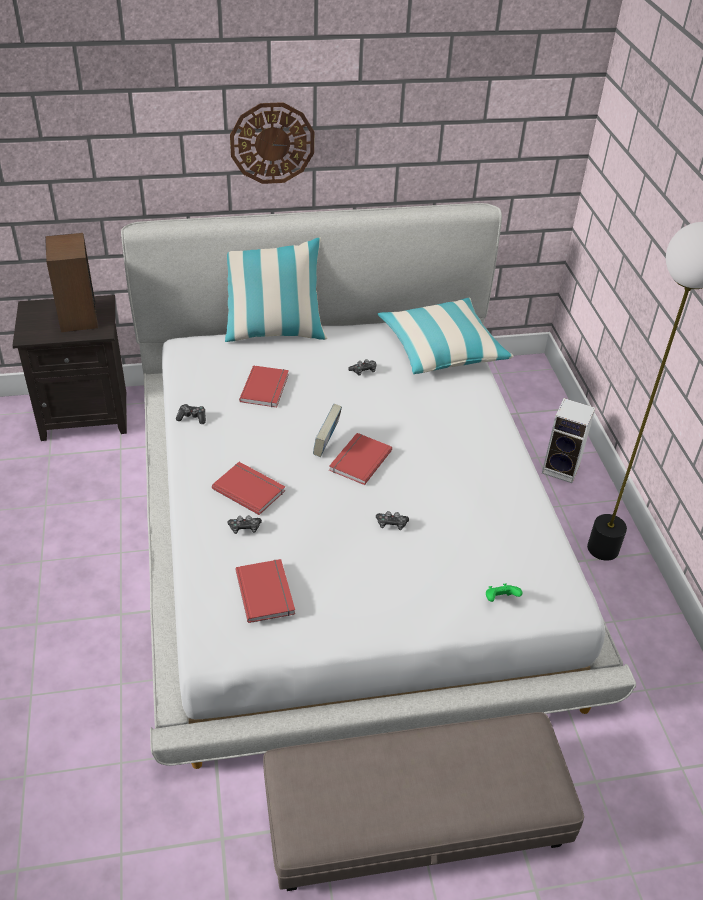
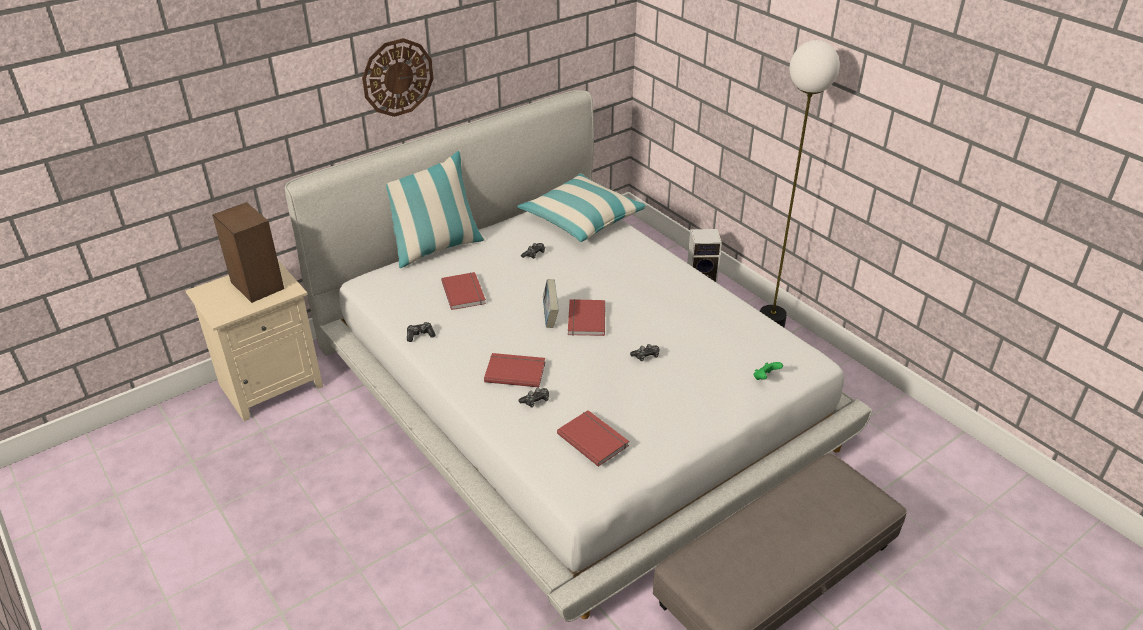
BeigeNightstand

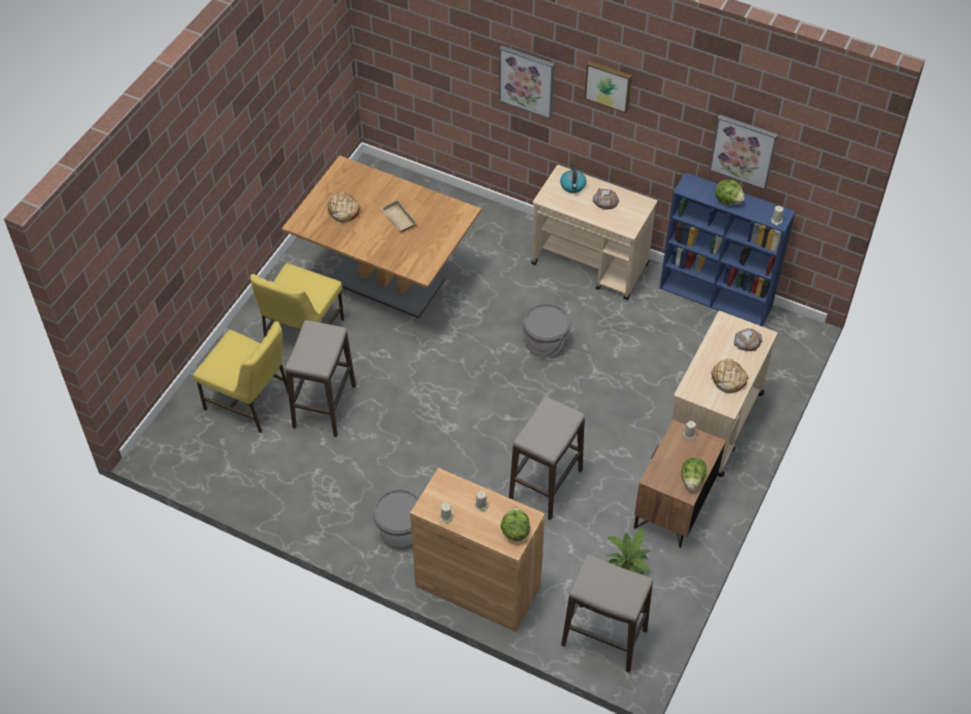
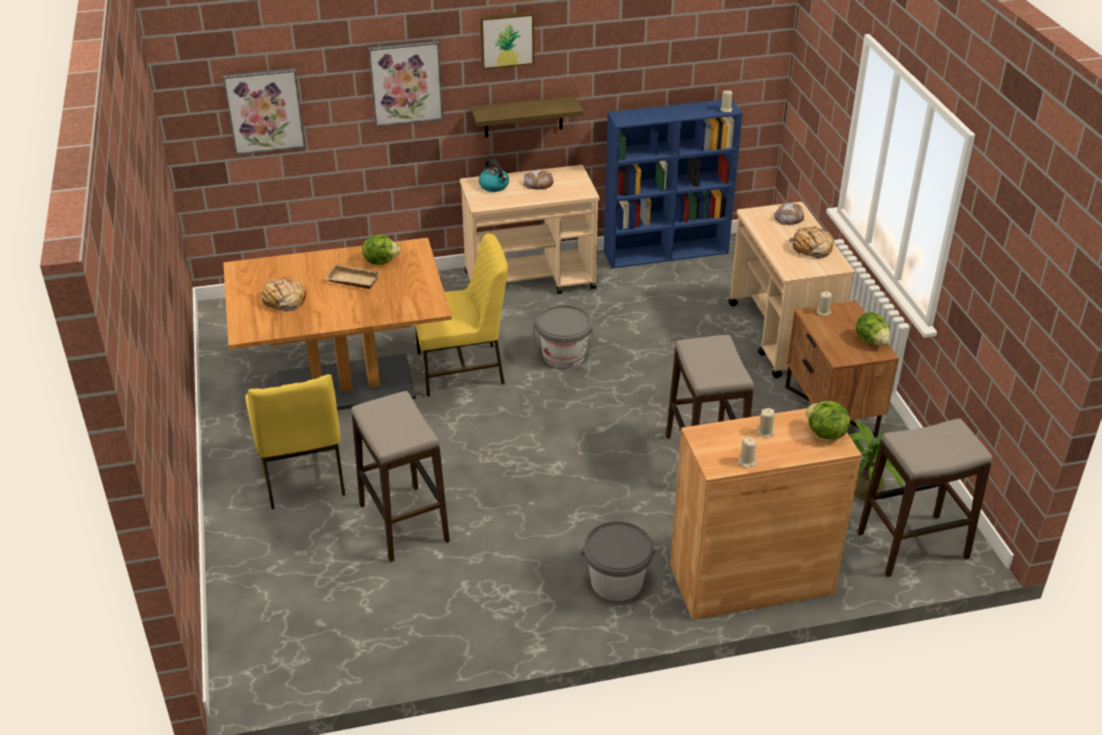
Shelf
YellowChair (2nd from left)
Picture (1st from left)
Lettuce (1st from left)

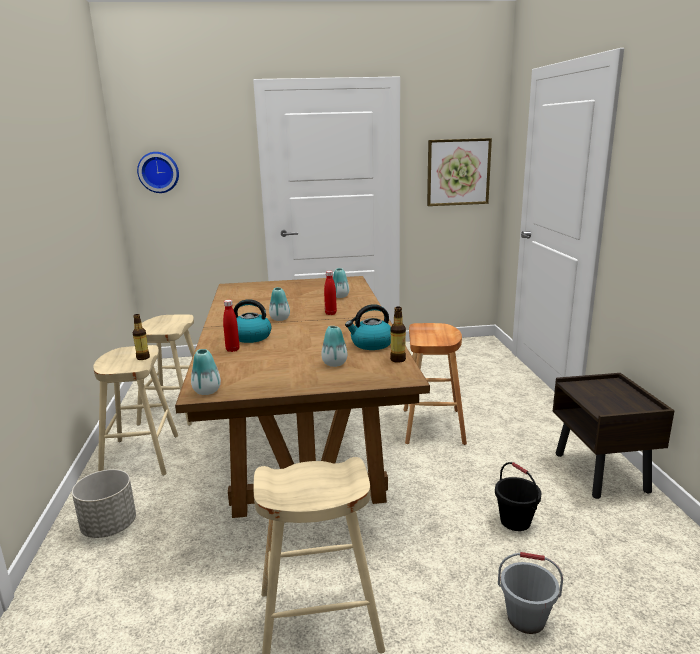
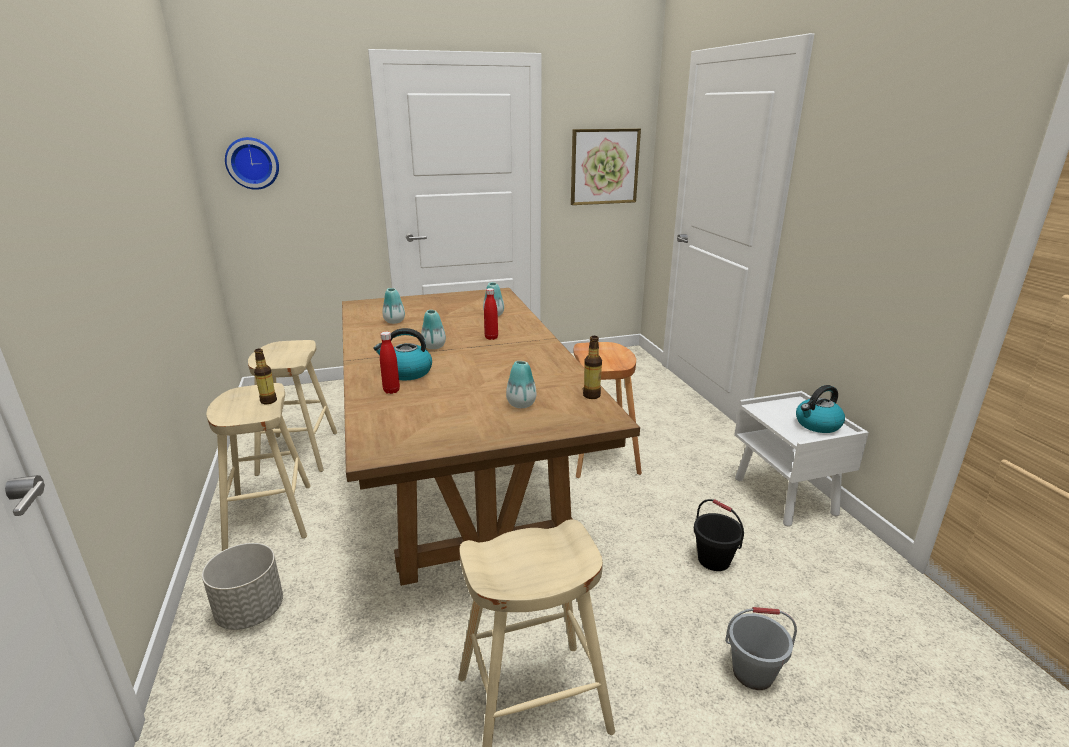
Vase (1st from left)
Kettle (2nd from left)
WhiteNightstand

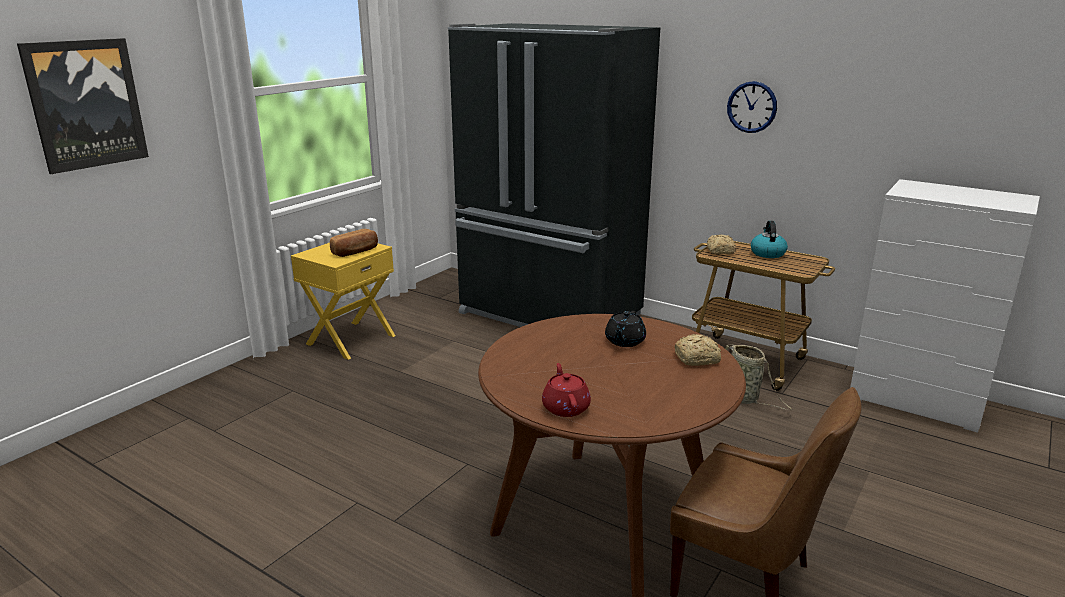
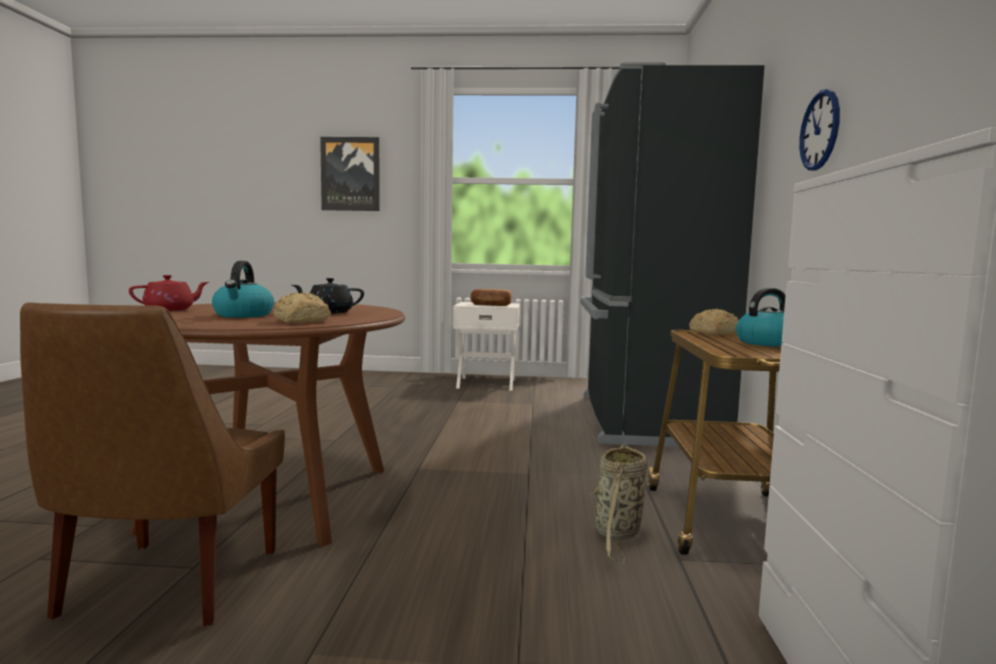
Kettle (1st from left)
WhiteNightstand

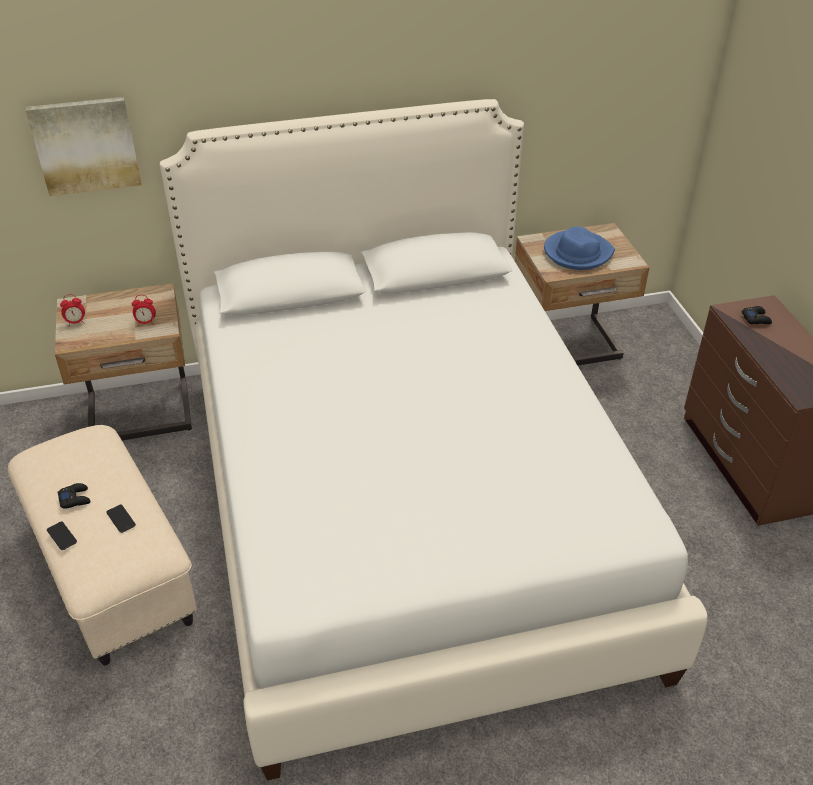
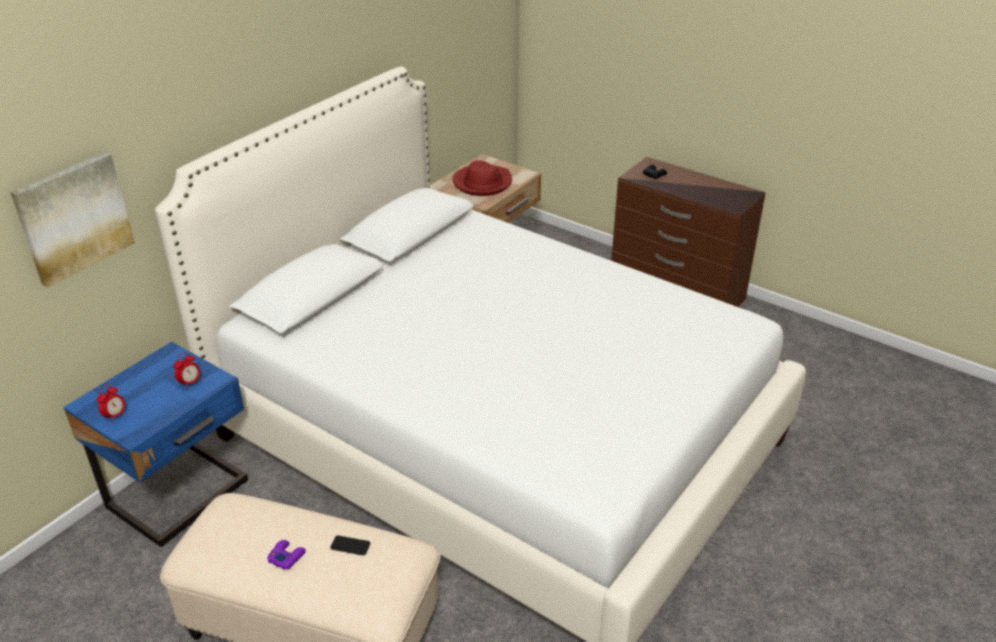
Phone (1st from left in the first image)
BlueNightstand
PurpleGameController
RedHat

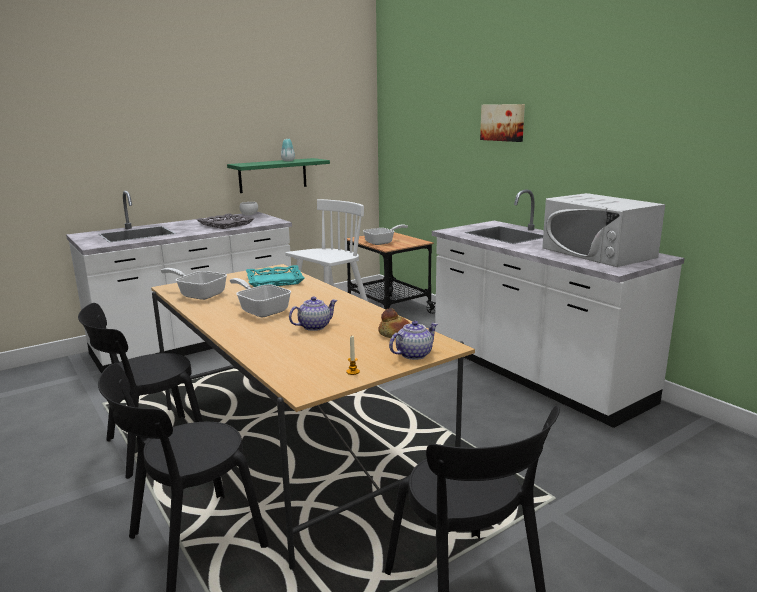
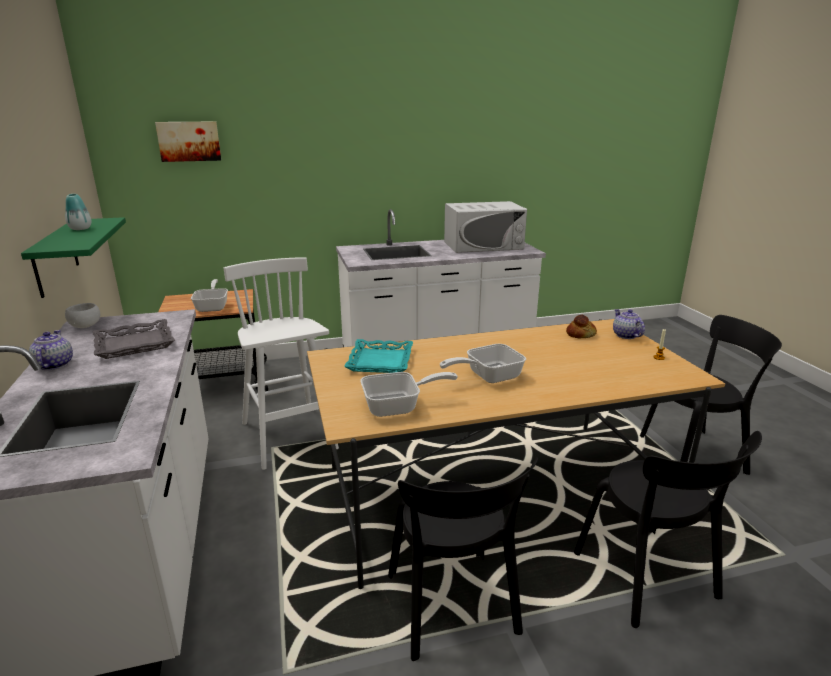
Teapot (1st from left)
Picture
FryingPan (2nd from left)

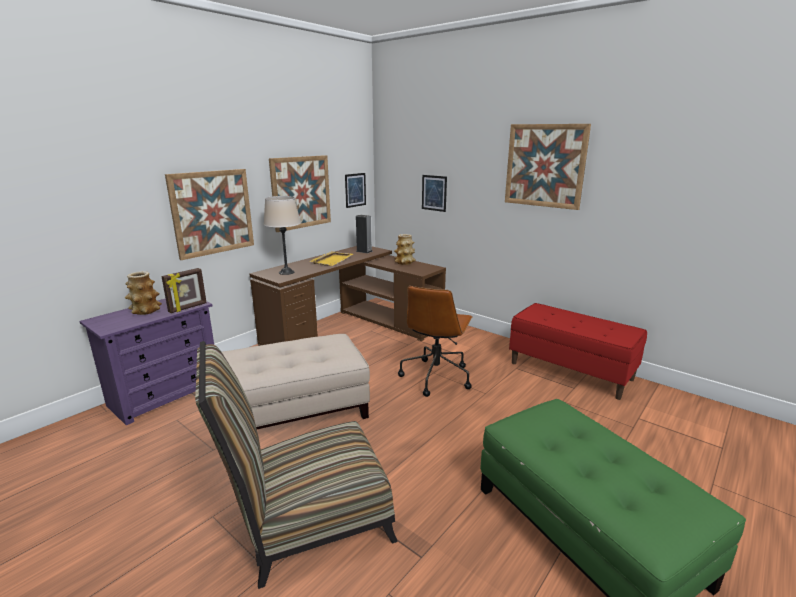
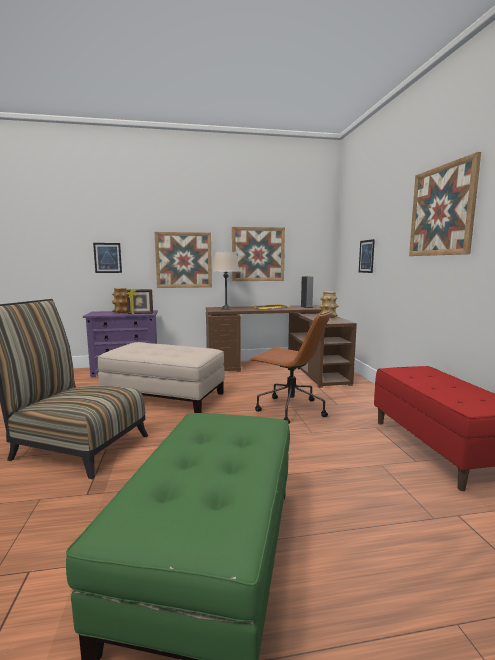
Picture (1st from left)
BrownOfficeChair

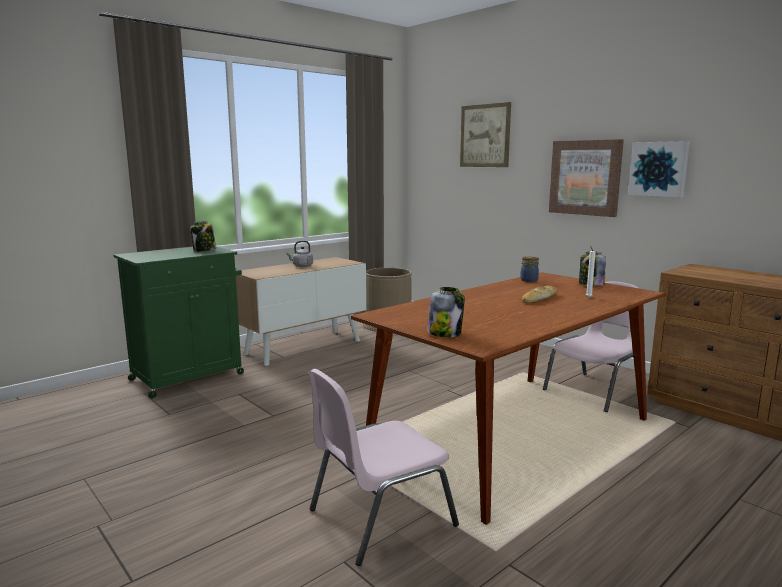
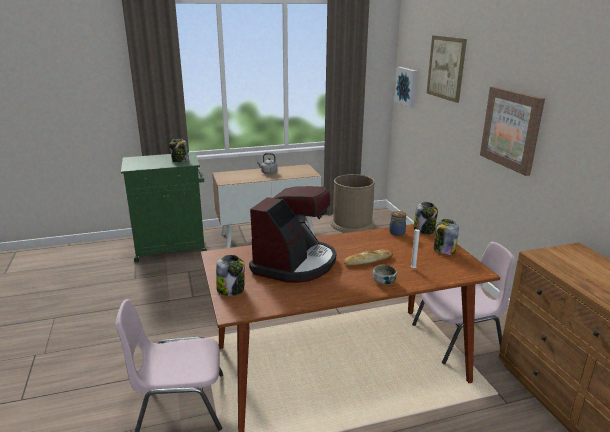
CoffeeMachine
Bowl
Jar (4th from left)
Picture (1st from left)

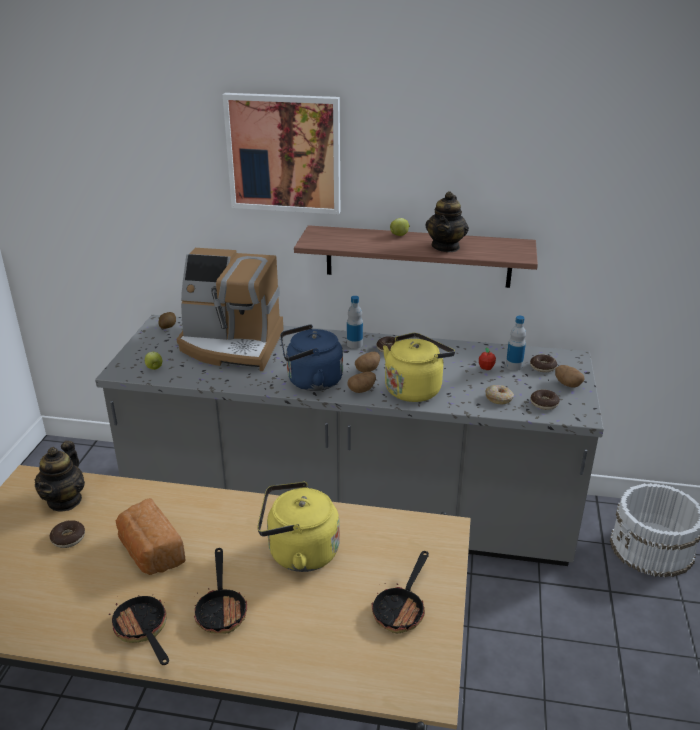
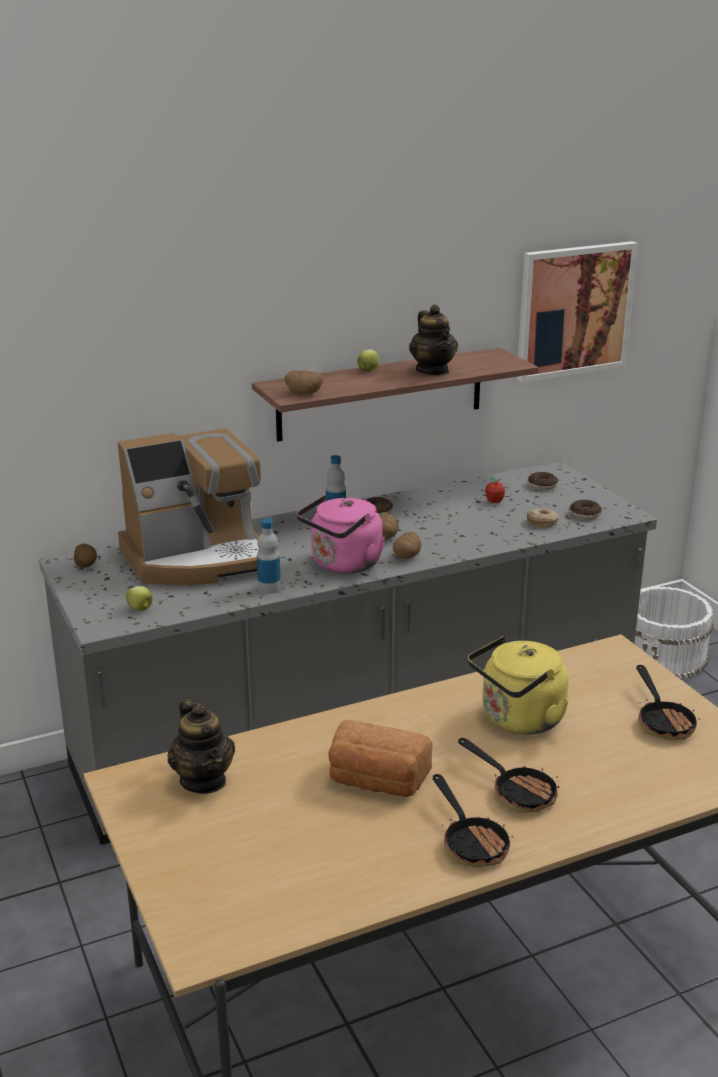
Donut (1st from left in the first image)
YellowKettle (2nd from left in the first image)
Picture
Bottle (1st from left)
Potato (2nd from left)
PinkKettle
FryingPan (1st from left)

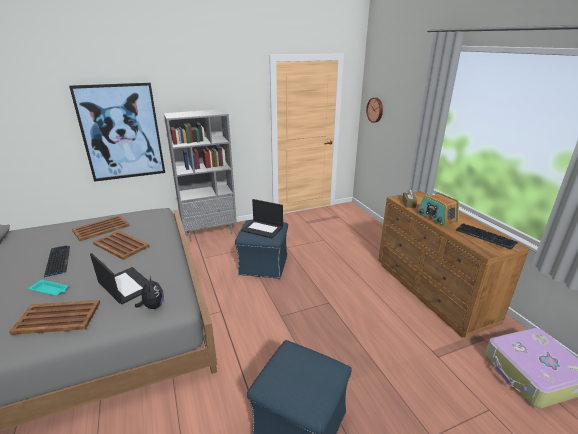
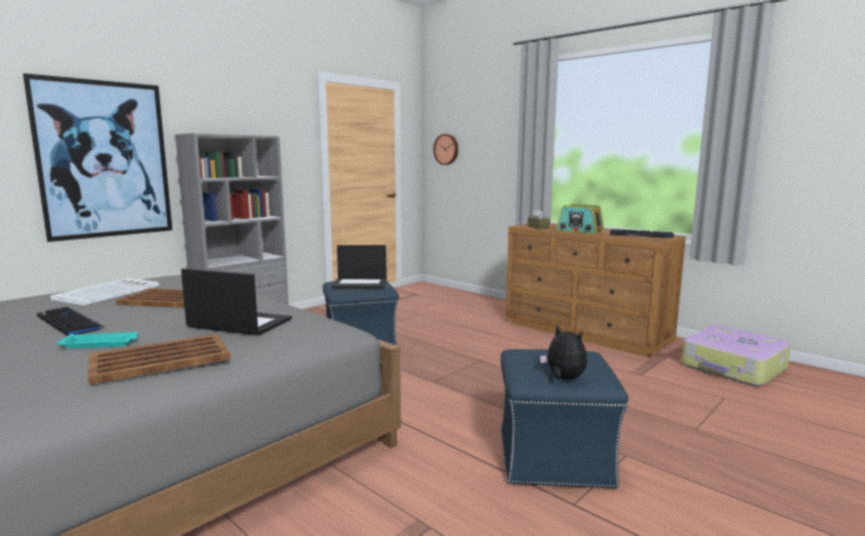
PlushToy
WhiteTray

